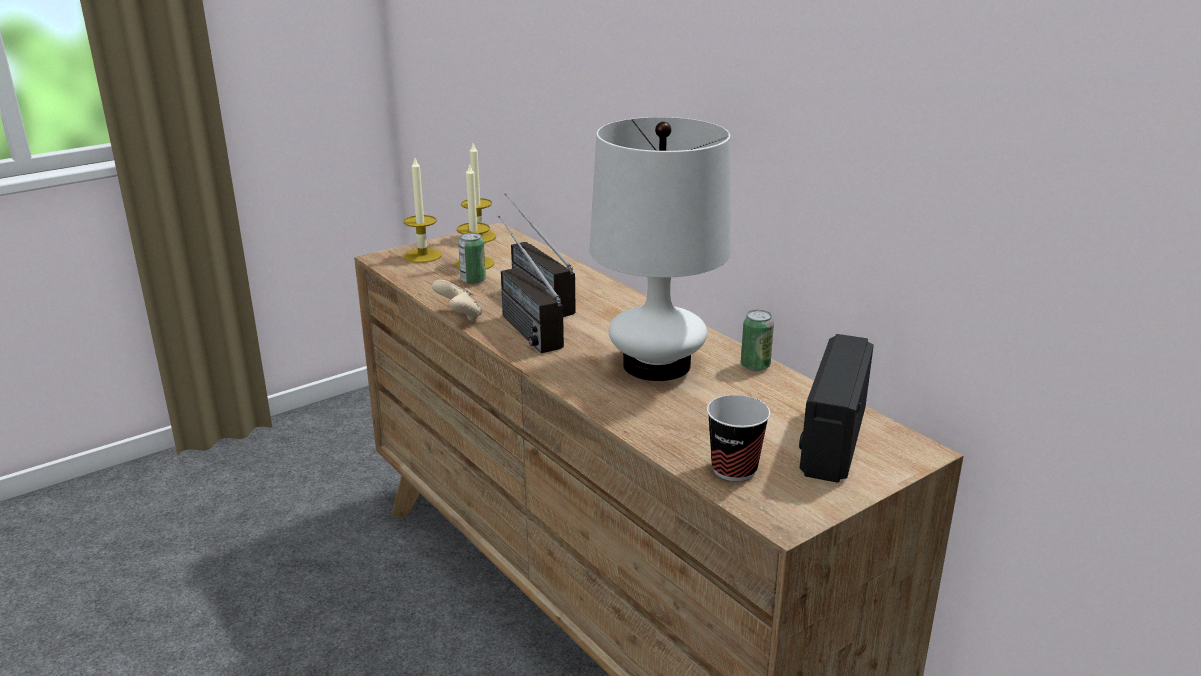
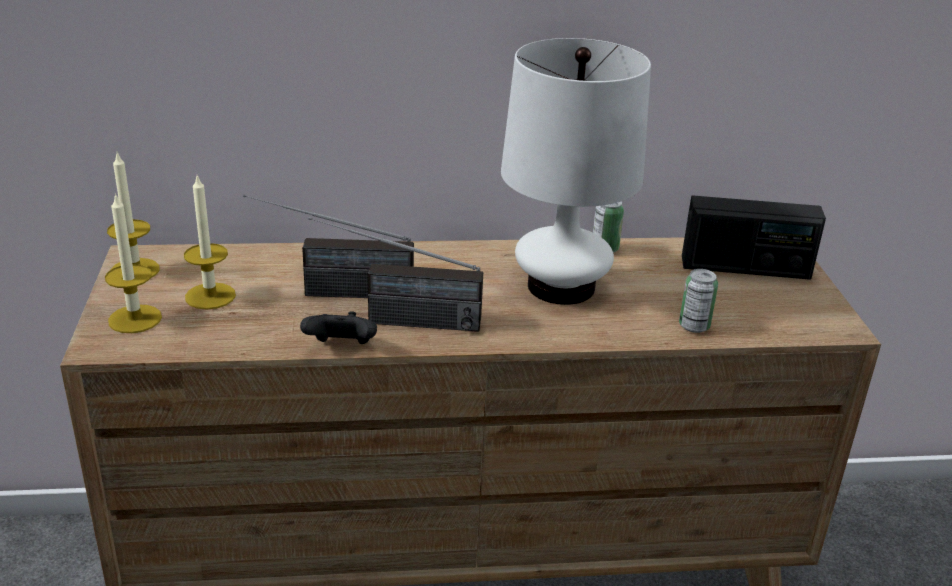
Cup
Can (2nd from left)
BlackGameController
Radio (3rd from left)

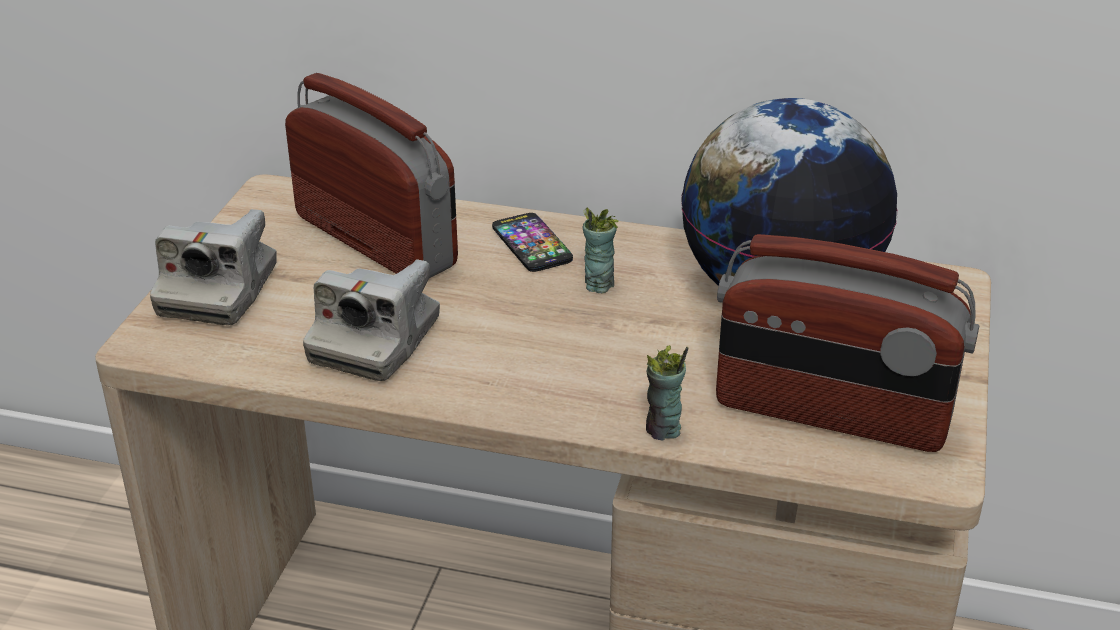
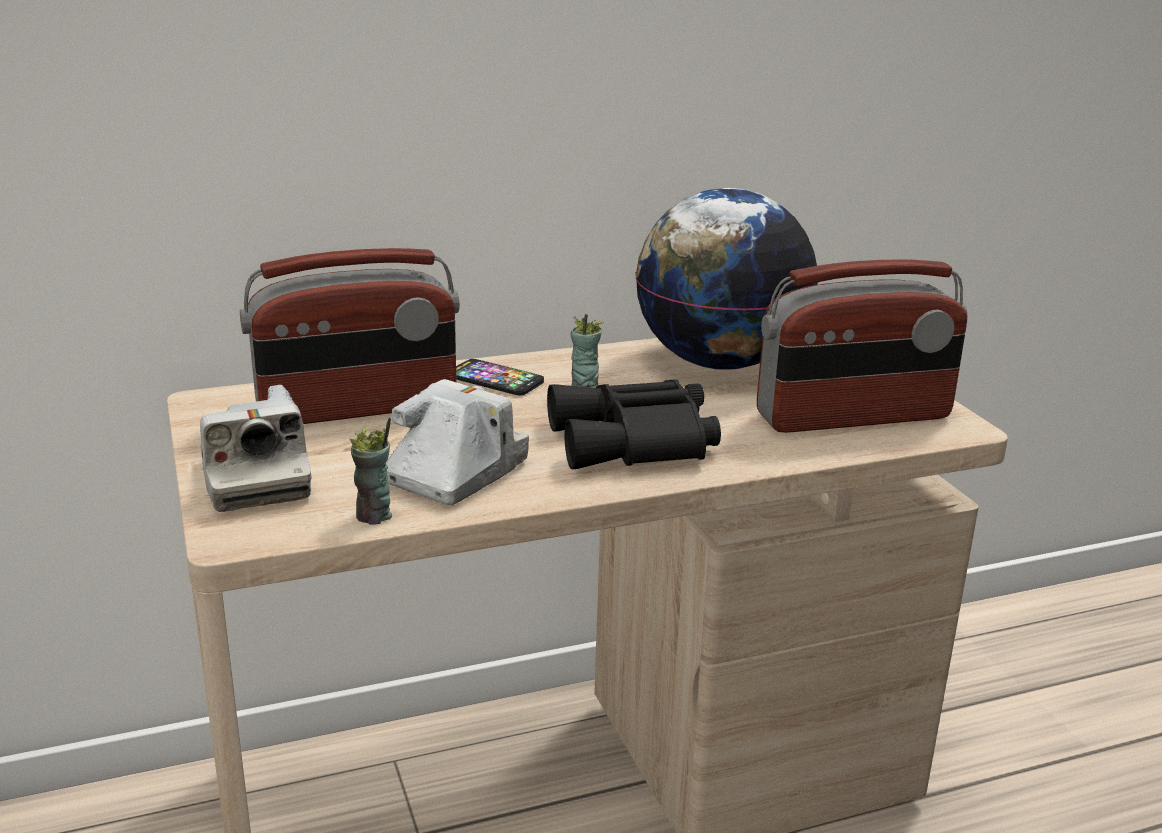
BlackBinoculars
Cup (1st from left)
Radio (1st from left)
PhotoCamera (2nd from left)

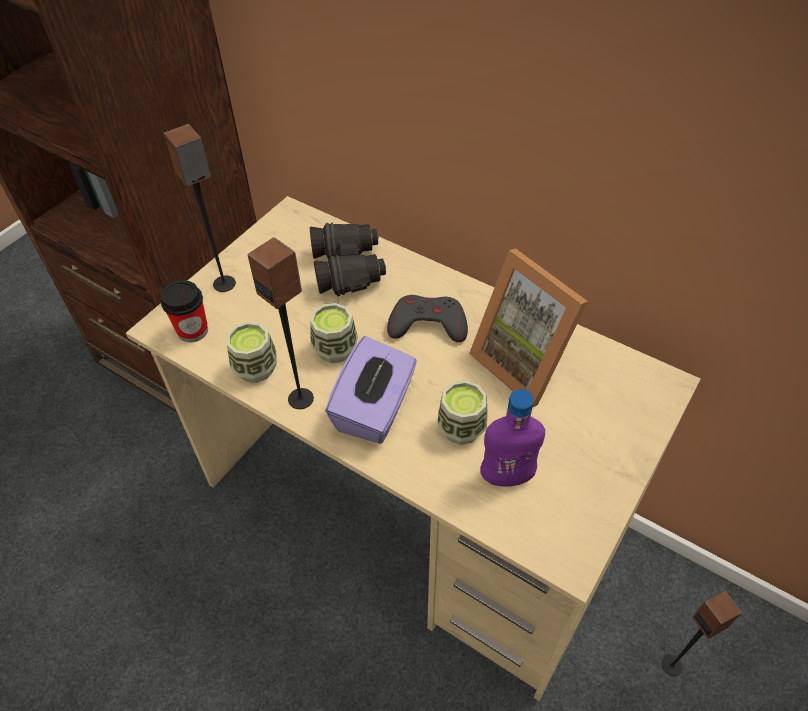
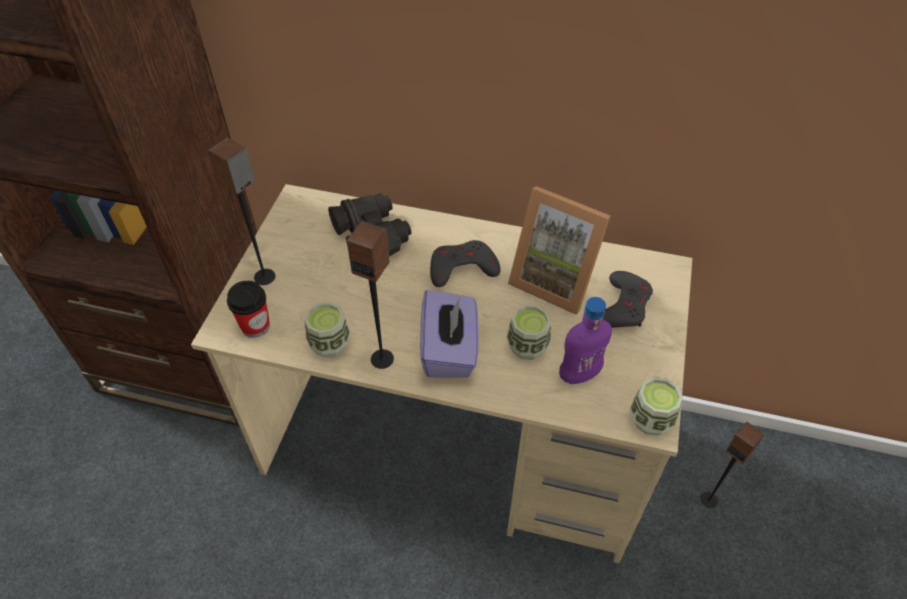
GreyGameController (2nd from left)
Cup (4th from left)

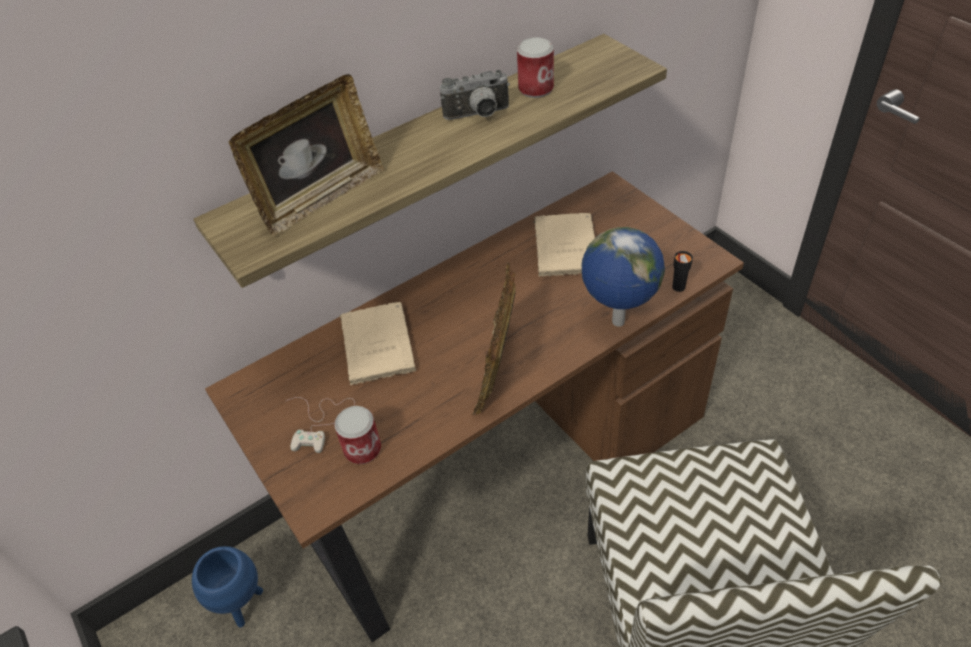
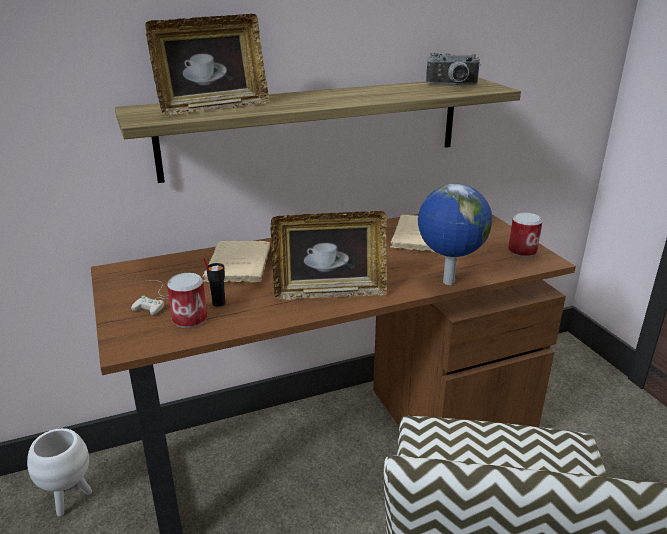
PhotoCamera
Can (2nd from left)
BlackCup
WhitePlanter
PictureFrame (2nd from left)

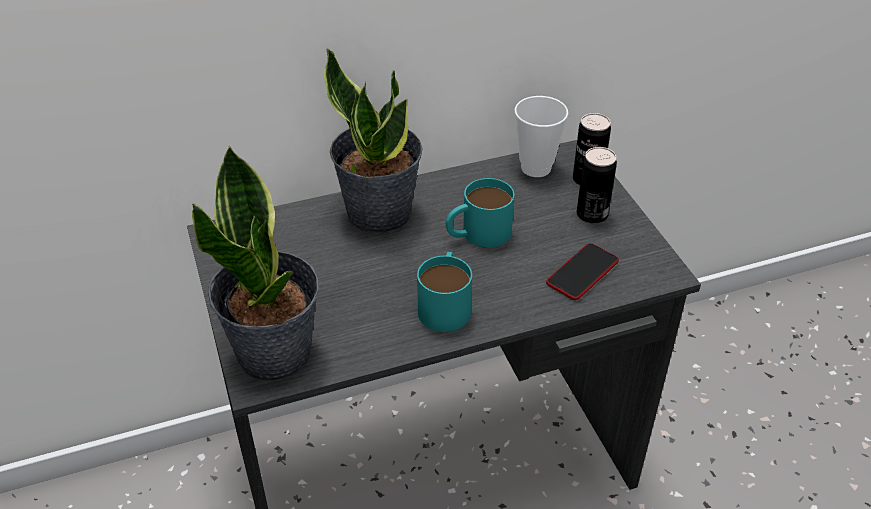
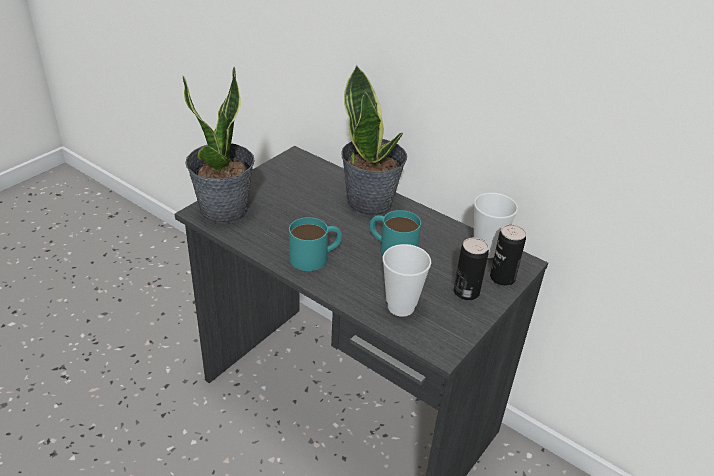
Cup (1st from left)

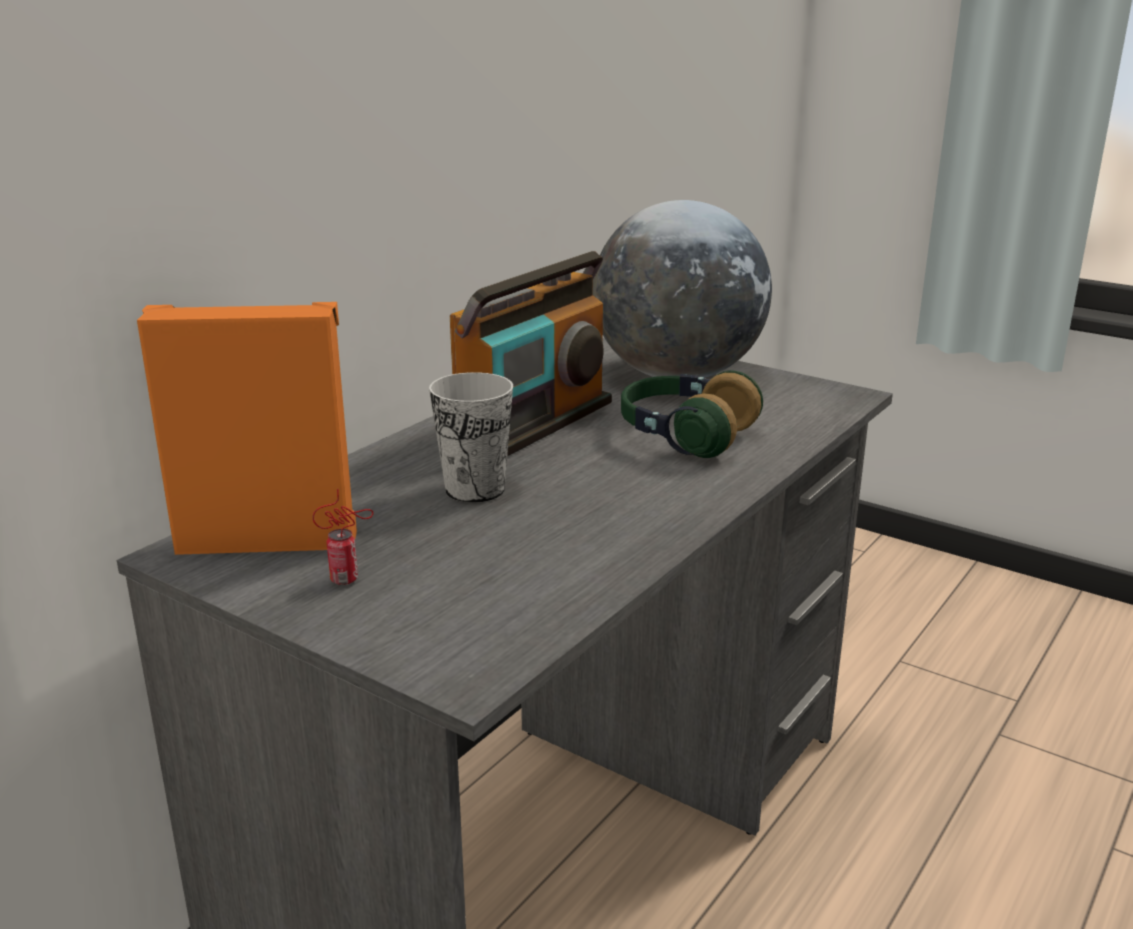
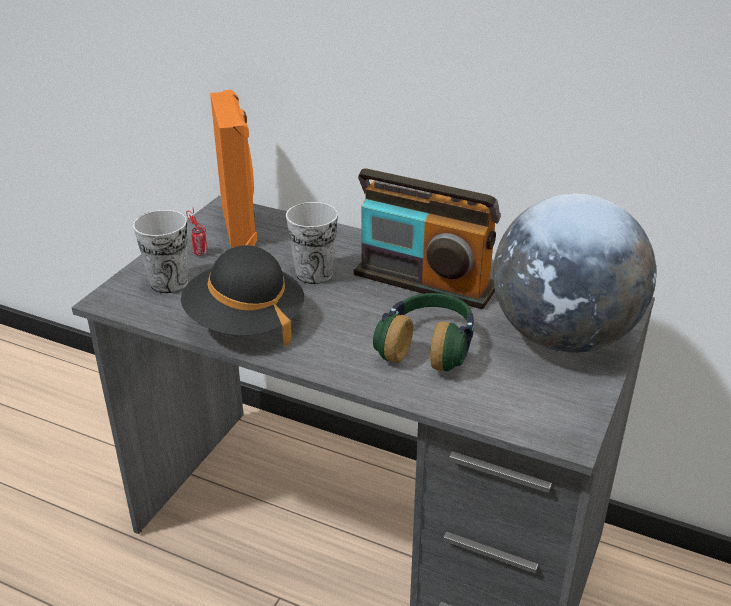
Cup (1st from left)
BlackHat

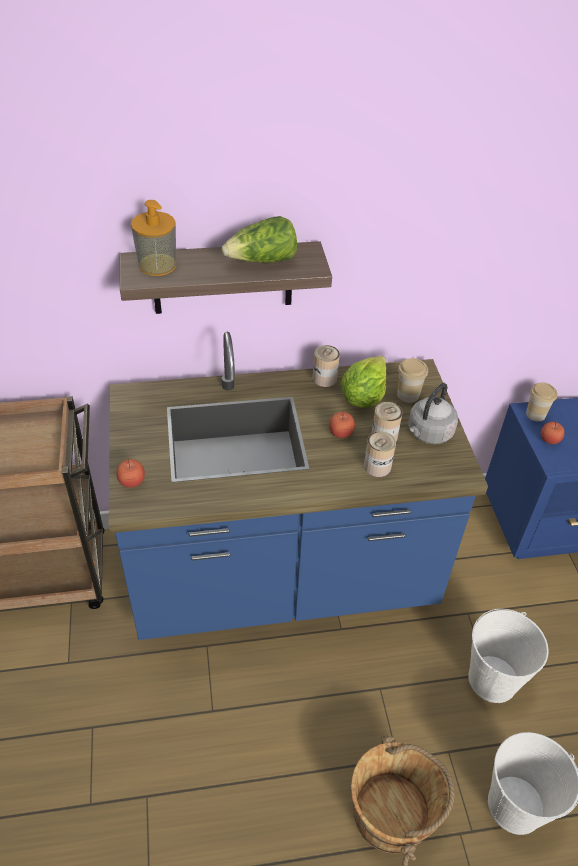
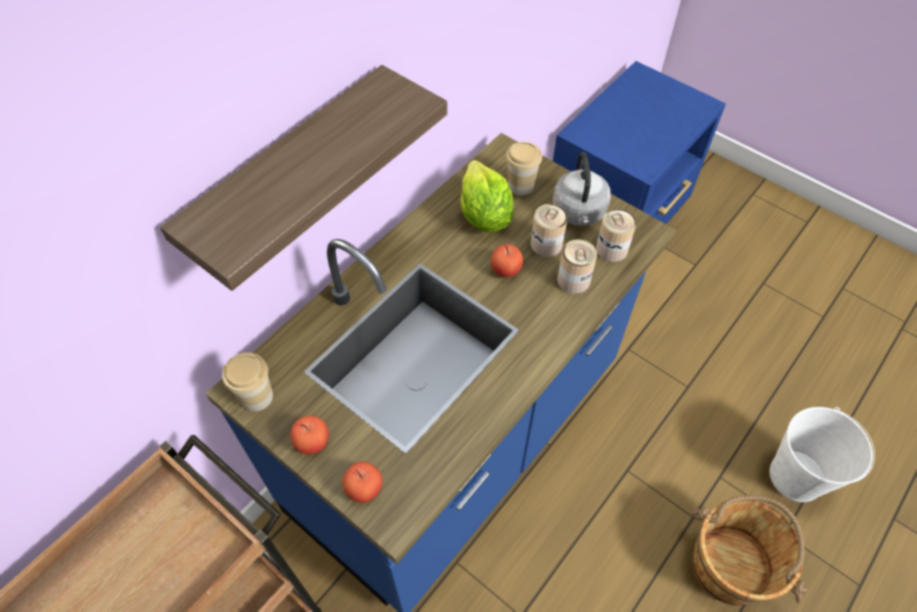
SoapDispenser
Lettuce (1st from left in the first image)
WhiteBucket (1st from left in the first image)
Can (3rd from left)
Cup (1st from left)
Apple (1st from left)

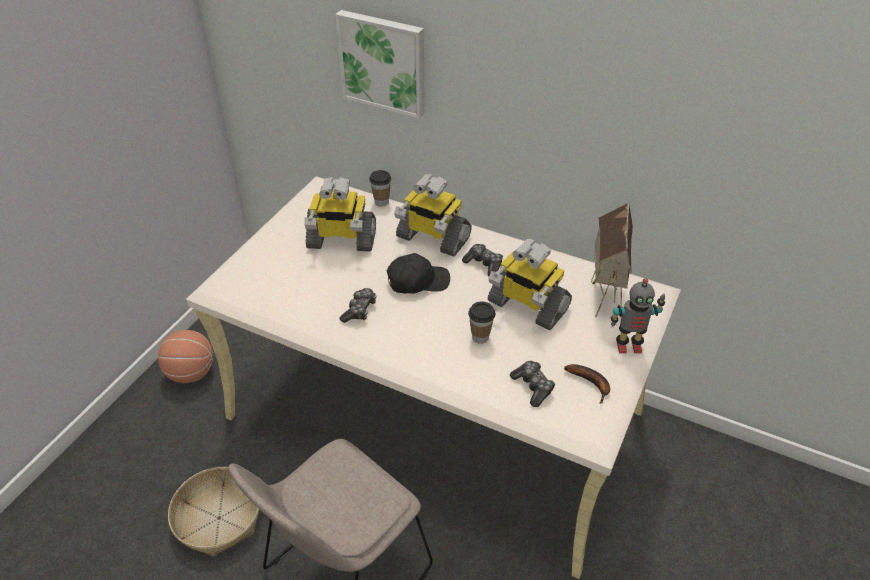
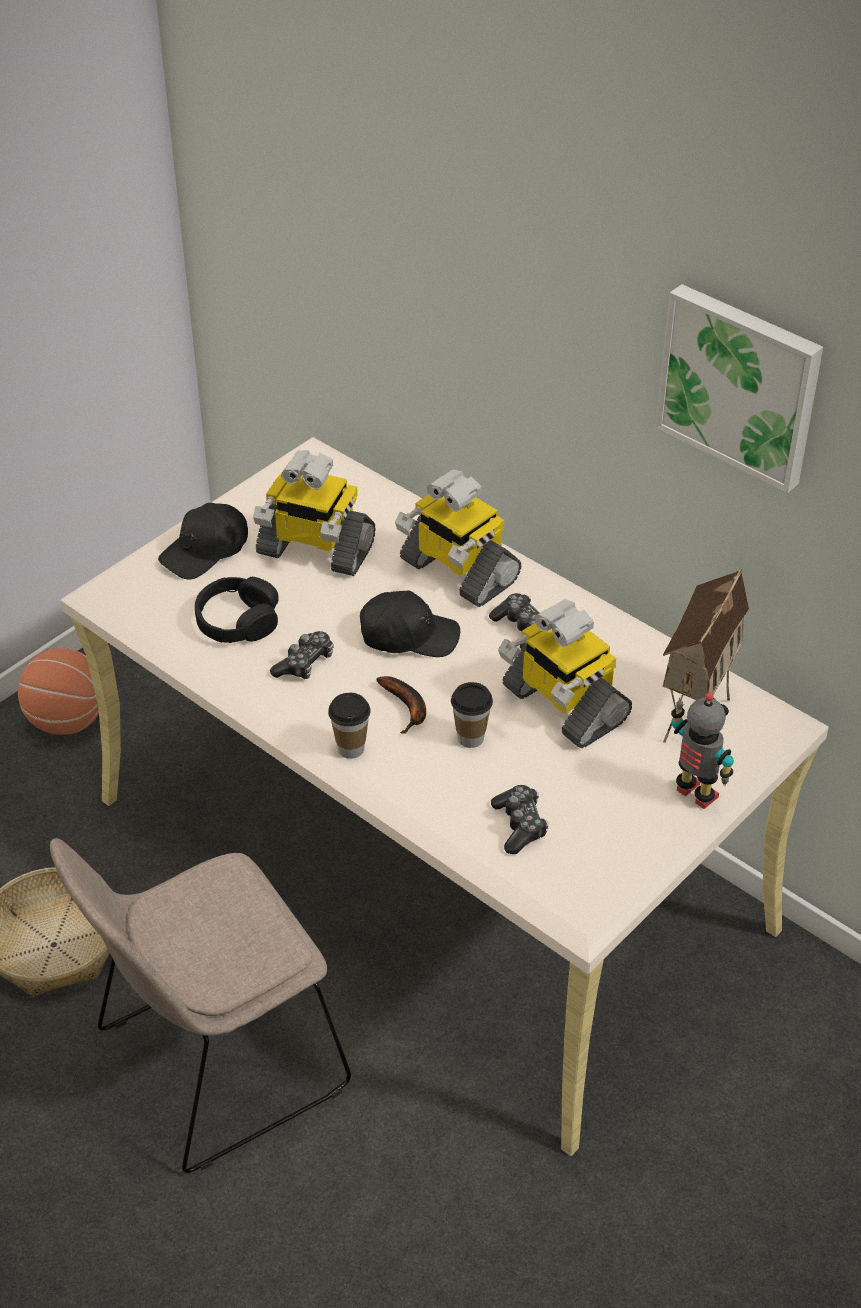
BlackCap (1st from left)
BlackHeadphones
Picture
Cup (1st from left)
Banana
ToyRobot (4th from left)

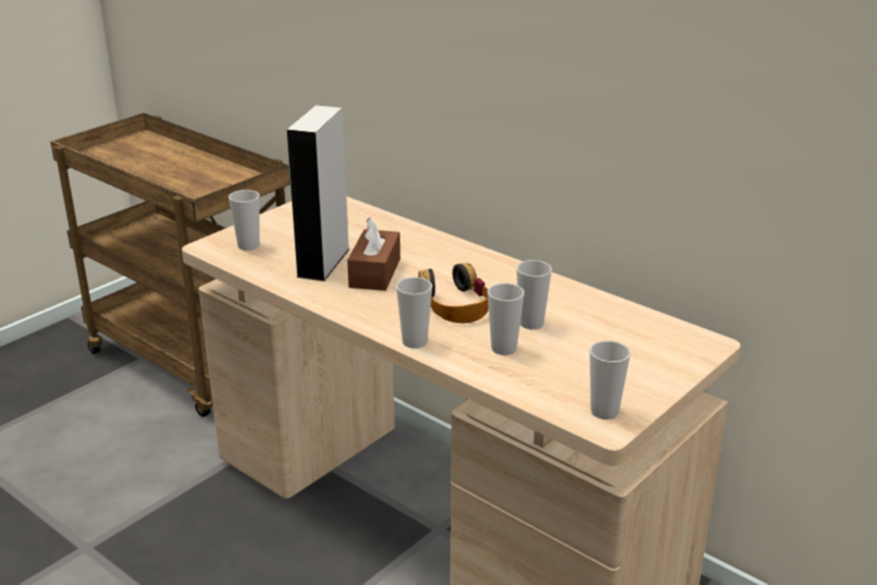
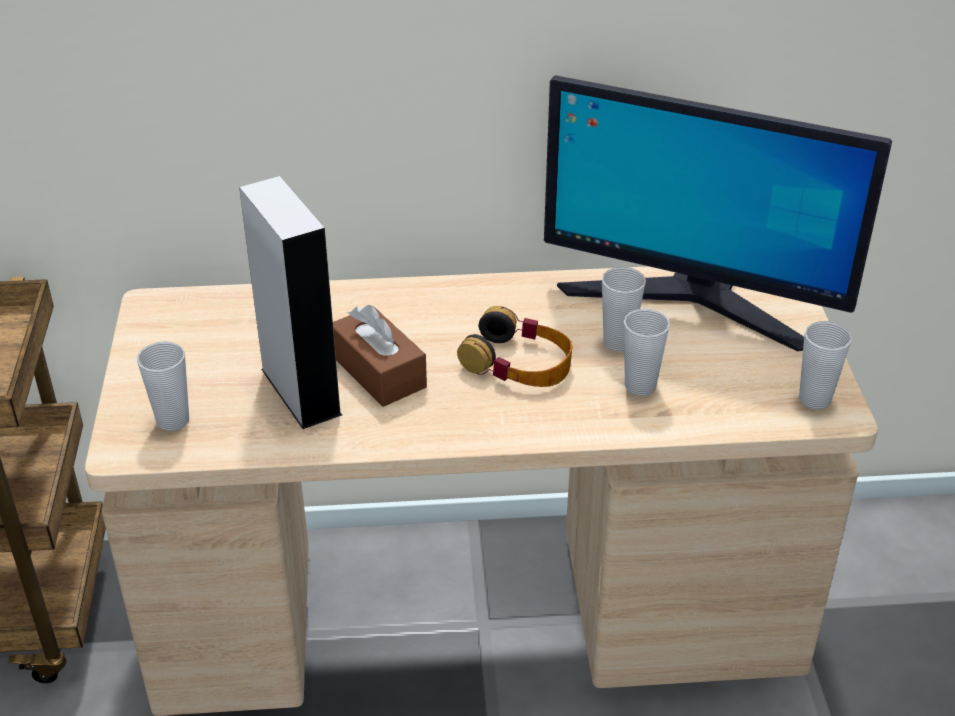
Cup (2nd from left in the first image)
Monitor

